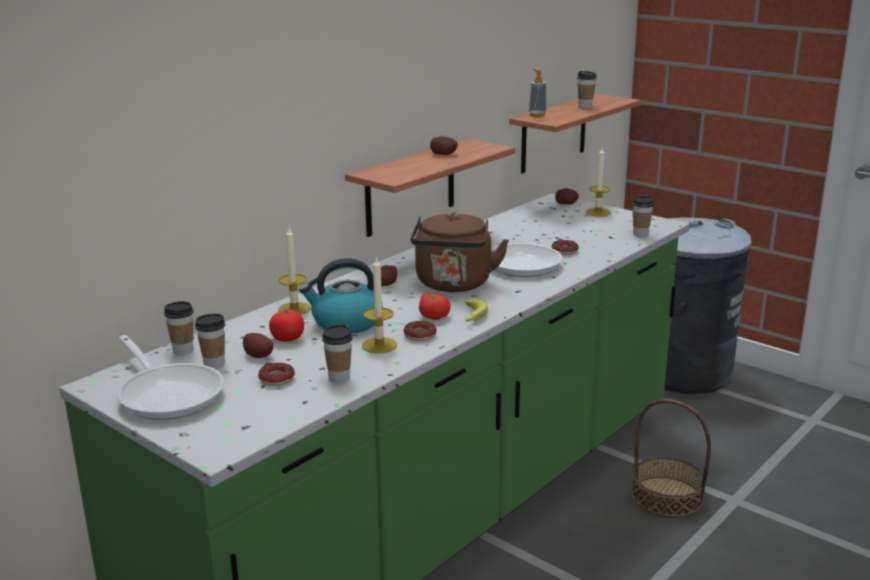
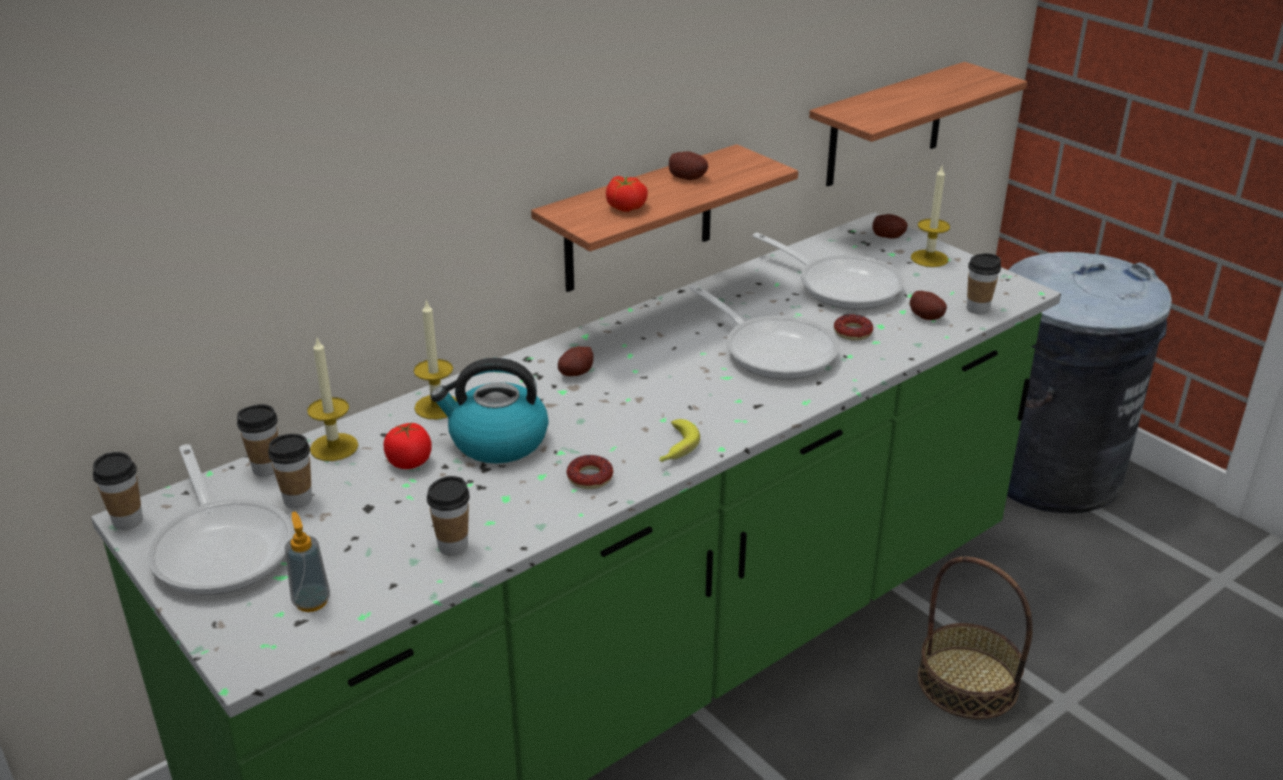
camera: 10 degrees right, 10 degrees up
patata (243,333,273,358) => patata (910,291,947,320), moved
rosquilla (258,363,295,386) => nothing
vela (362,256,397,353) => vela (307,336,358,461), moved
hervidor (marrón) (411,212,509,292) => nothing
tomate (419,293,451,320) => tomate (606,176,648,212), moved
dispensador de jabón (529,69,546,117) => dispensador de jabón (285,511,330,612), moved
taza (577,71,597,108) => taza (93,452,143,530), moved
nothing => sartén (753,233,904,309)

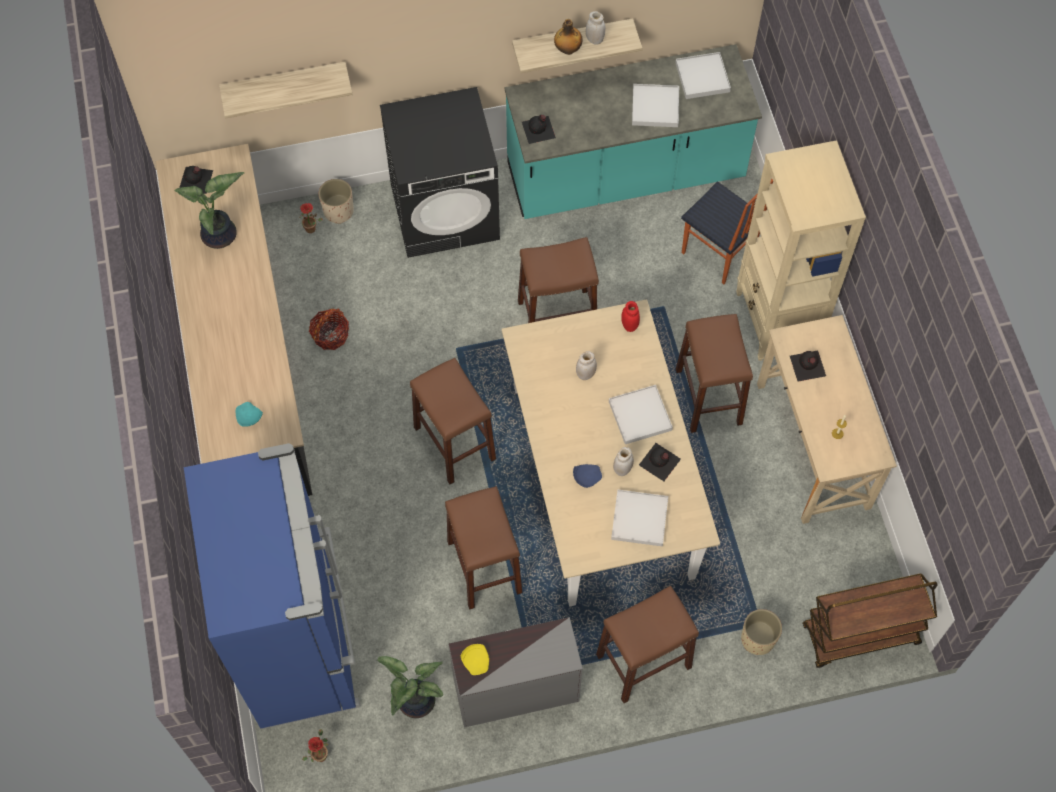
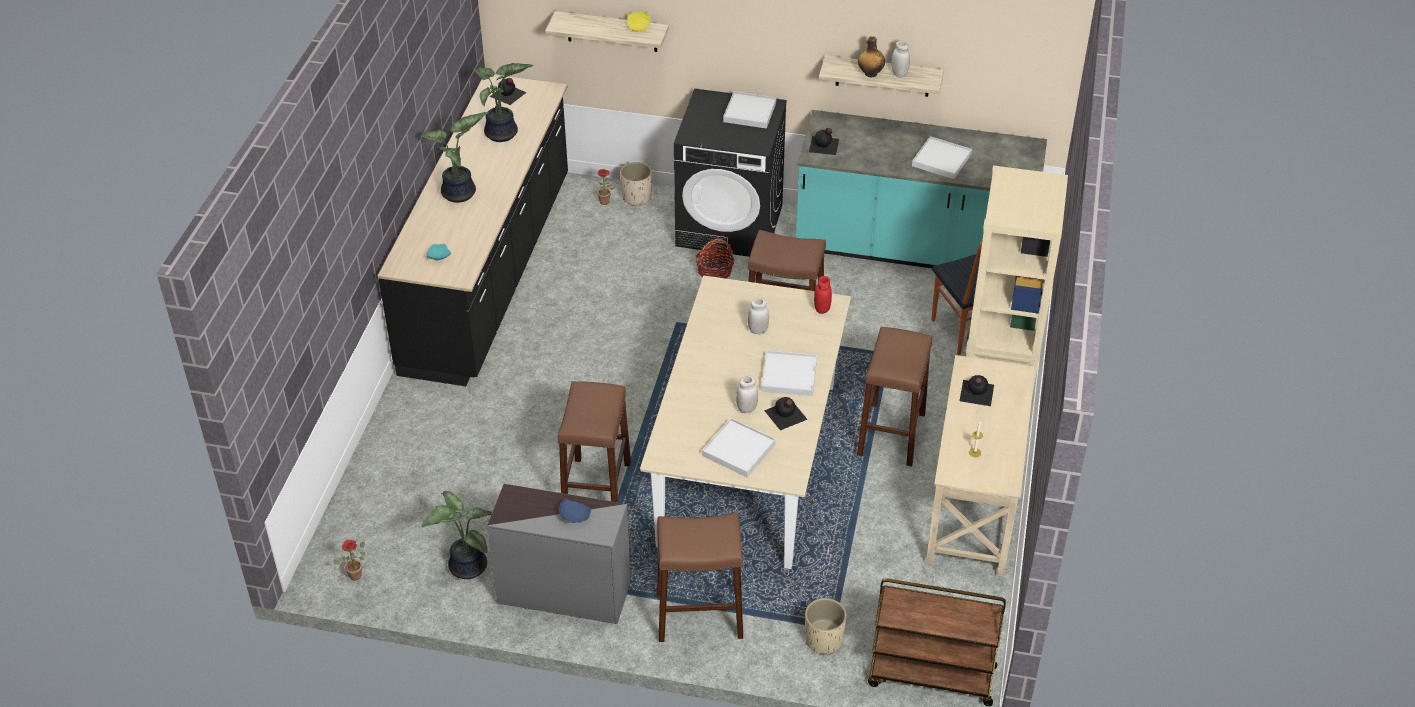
camera: 25 degrees right, 20 degrees down
nevera (azul) (184,443,361,729) => nothing
cesta (309,309,349,350) => cesta (696,238,734,279), moved
taburete (marrón) (410,358,496,484) => nothing
plato (amarillo) (461,644,489,675) => plato (amarillo) (627,12,650,32), moved
plato (azul) (573,464,602,488) => plato (azul) (559,499,591,523), moved
bandeja (blanco) (676,52,731,99) => bandeja (blanco) (723,91,776,129), moved
nothing => planta en maceta (420,112,489,203)

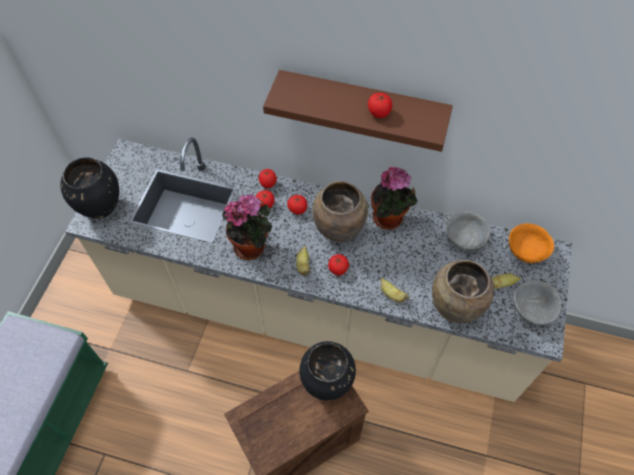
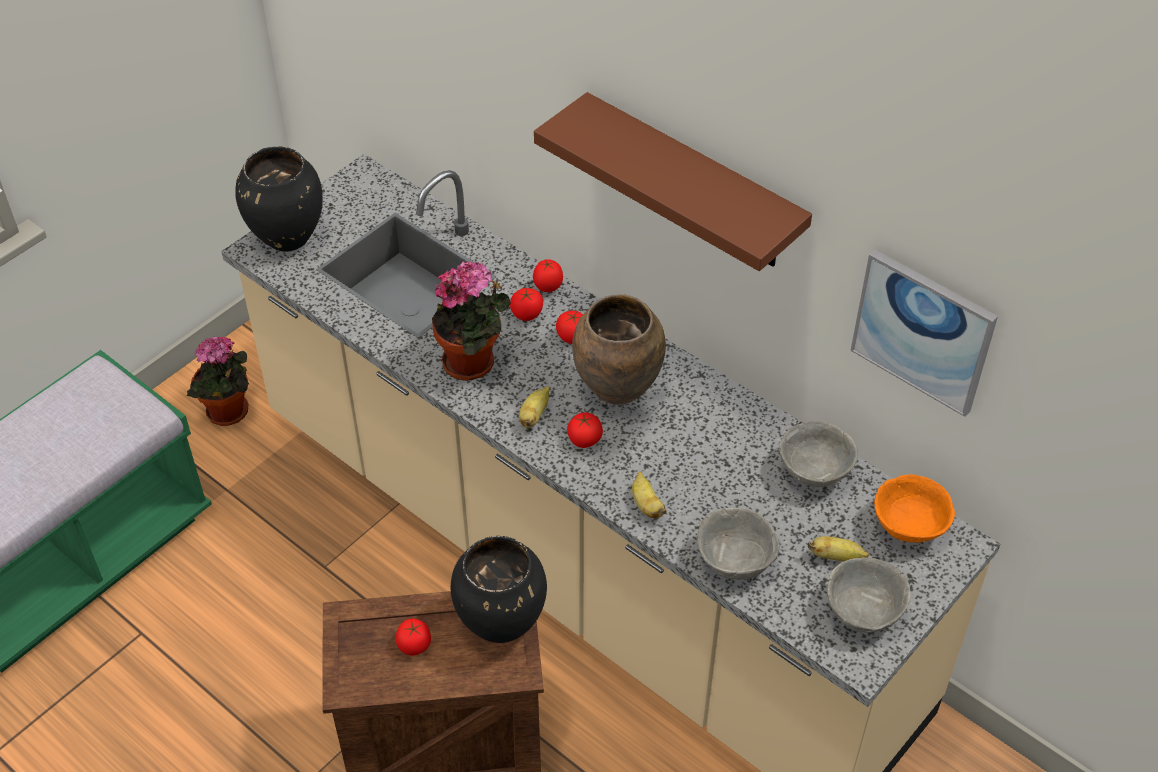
camera: 25 degrees right, 10 degrees down
tomate (368,93,392,118) => tomate (395,619,431,656), moved
planta en maceta (371,167,418,230) => planta en maceta (186,337,249,426), moved
florero (marrón) (432,260,494,323) => cuenco (gris) (697,507,780,580)
nothing => cuadro (851,249,998,417)

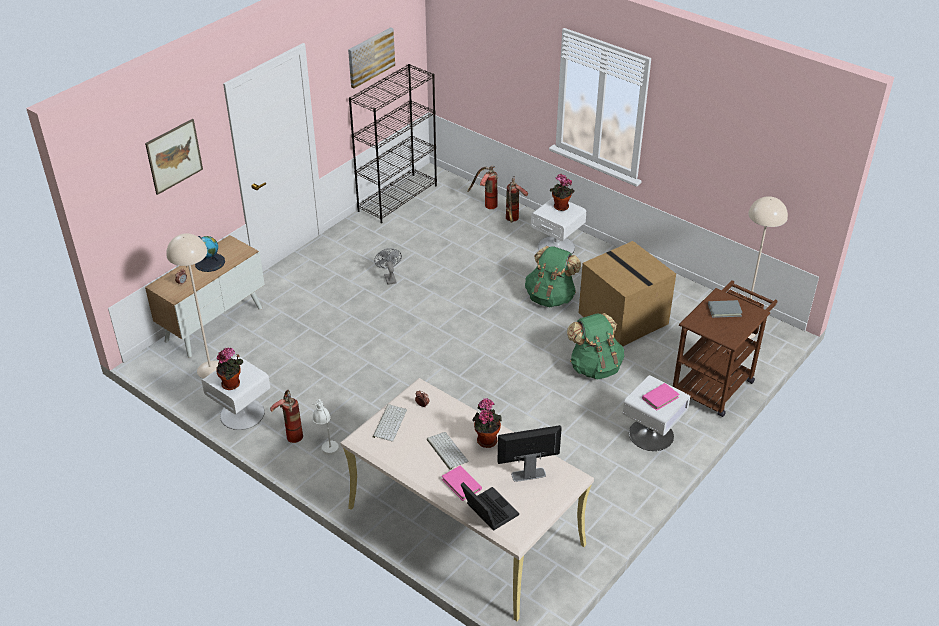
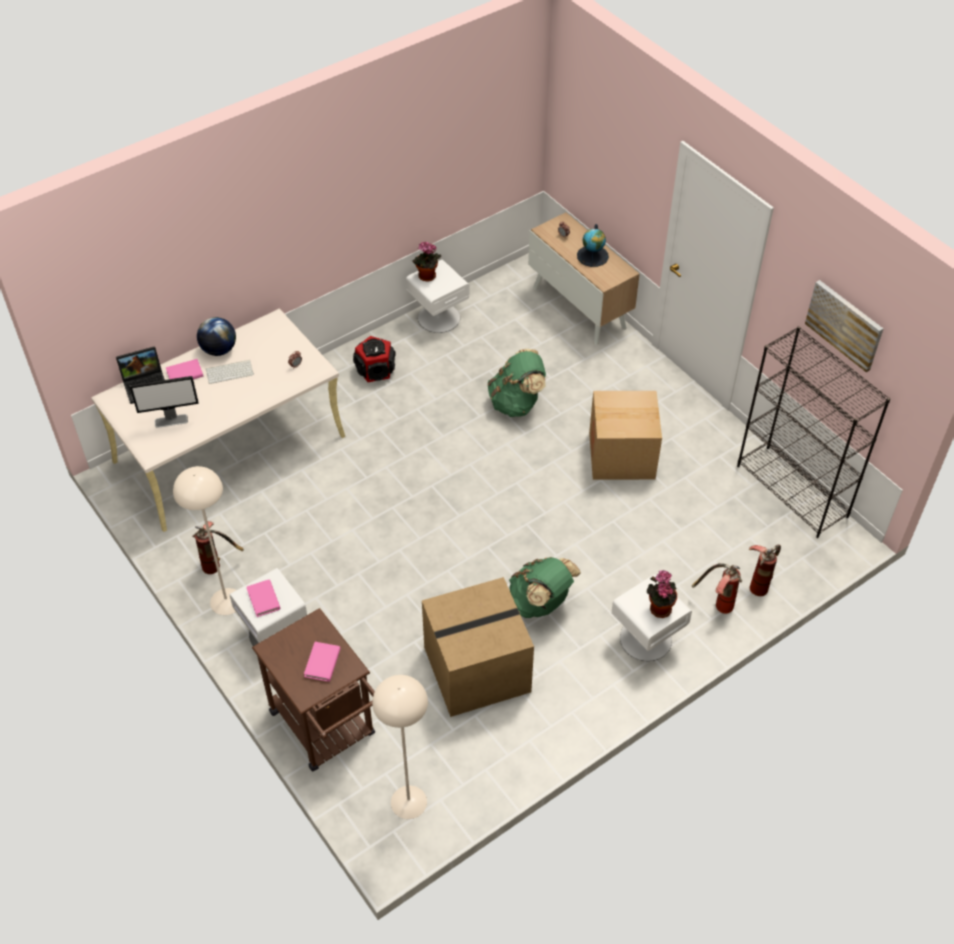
camera: 105 degrees right, 10 degrees up
cuadro (145,119,203,195) => nothing
lámpara de pie (beis) (166,233,219,379) => lámpara de pie (beis) (173,466,236,615), moved
extintor (270,390,303,443) => extintor (192,521,244,574), moved
lámpara de mesa (blanco) (312,399,340,455) => altavoz (353,336,396,382)
teclado (373,404,407,442) => nothing
ventilador (gris) (374,248,402,285) => caja de cartón (589,391,662,480)
planta en maceta (473,398,502,448) => nothing
monitor (497,425,562,482) => monitor (130,376,199,428), 75 degrees clockwise
mochila (verde) (567,313,624,379) => mochila (verde) (487,349,546,417), moved
libro (gris) (708,300,742,318) => libro (rosa) (304,642,341,682)
nothing => globo terráqueo (197,317,236,356)

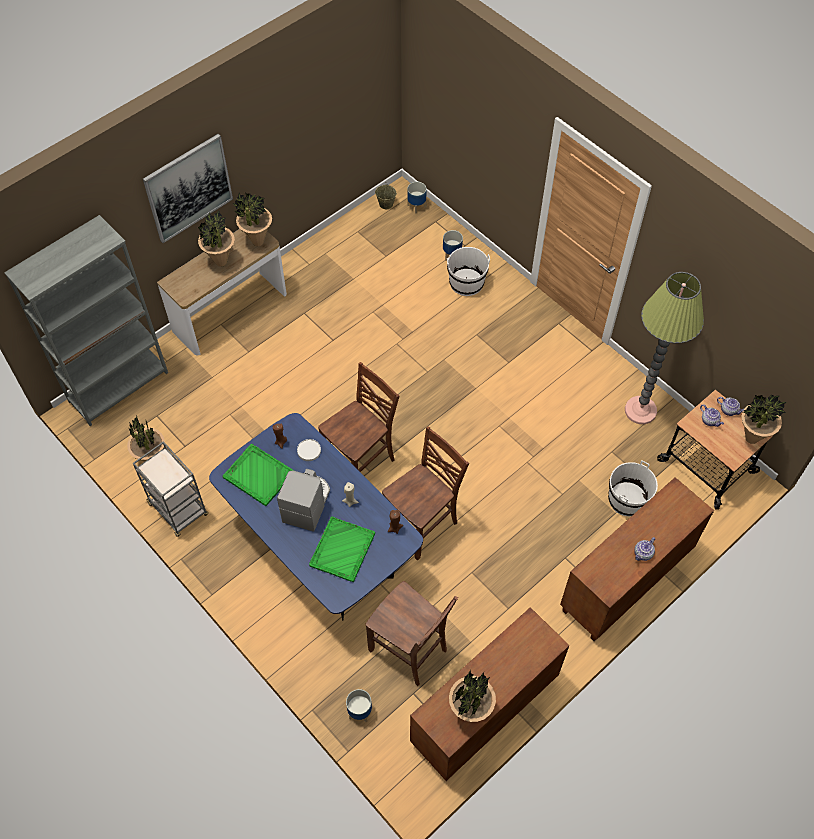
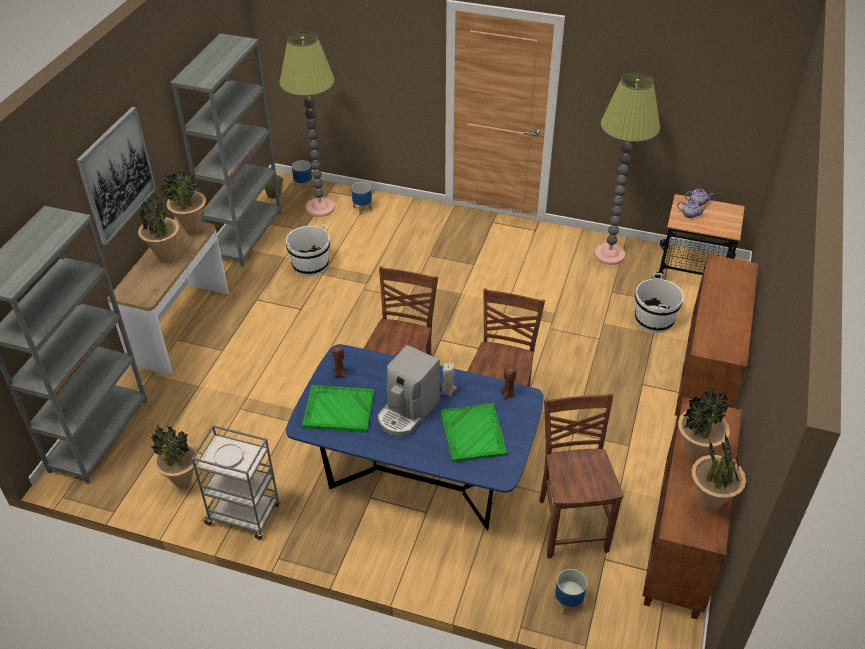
camera: 30 degrees left, 15 degrees down
cafetera (277,469,330,532) => cafetera (378,345,440,436), 135 degrees counterclockwise
plato (blanco) (297,439,321,461) => plato (blanco) (214,444,243,469), moved
silla (marrón) (366,581,458,686) => silla (marrón) (539,393,624,559), 105 degrees counterclockwise
cubo (blanco) (447,247,490,296) => cubo (blanco) (286,224,330,276), moved
tetera (634,537,655,561) => nothing
planta en maceta (742,395,786,444) => planta en maceta (678,389,730,463), moved
nothing => estantería (gris) (171,33,282,267)
nothing => lámpara de pie (279,31,335,217)

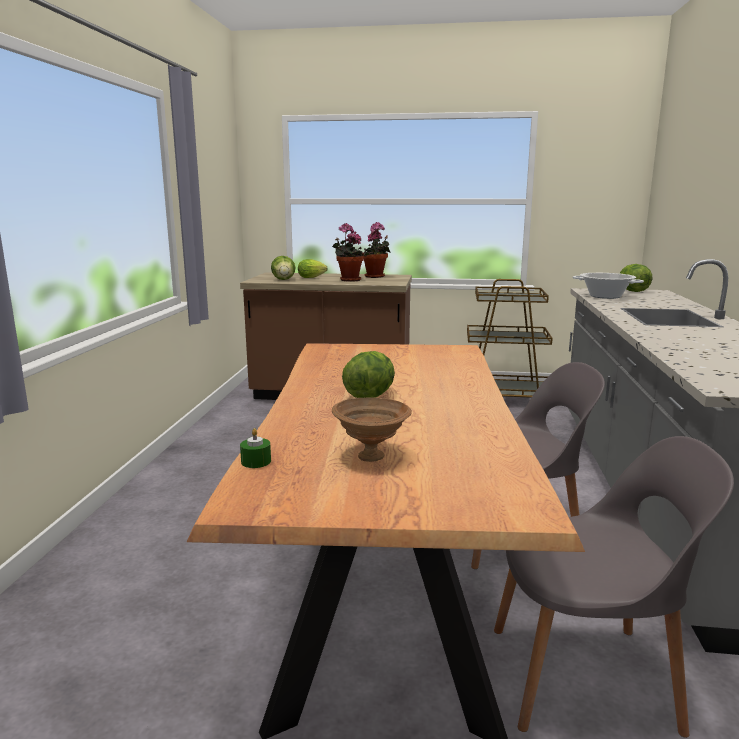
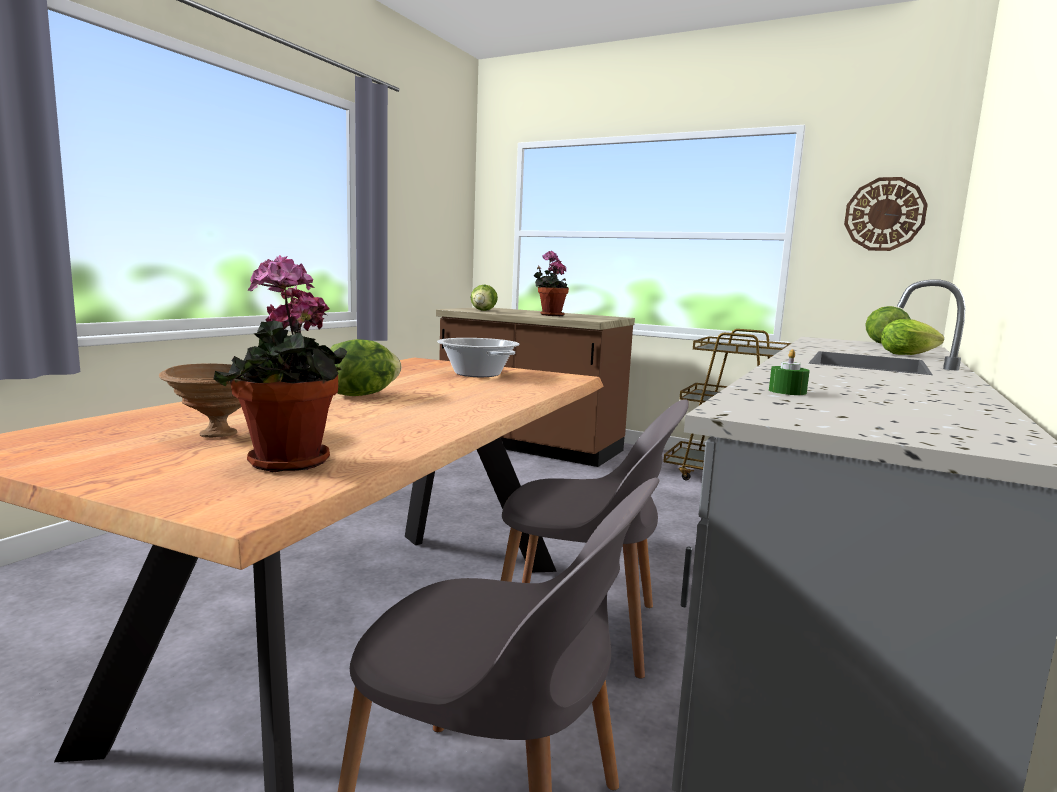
camera: 20 degrees right, 5 degrees down
vela (verde) (240,428,271,468) => vela (verde) (769,349,810,395), moved
lechuga (298,259,328,278) => lechuga (881,319,944,355), moved
planta en maceta (362,222,391,278) => planta en maceta (214,255,347,472), moved
olla (572,273,644,299) => olla (437,338,519,377), moved
nothing => reloj de pared (844,177,928,251)

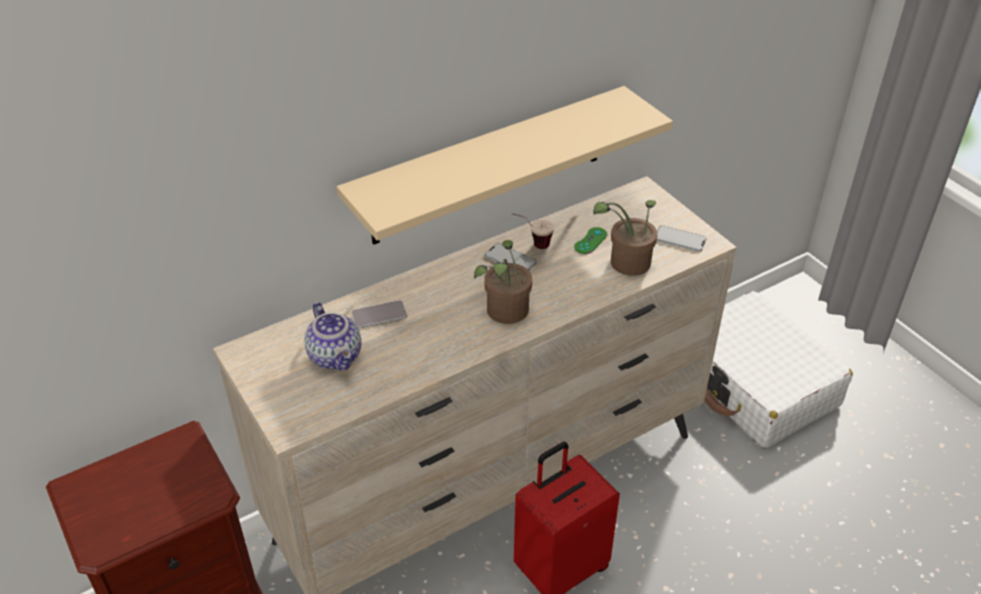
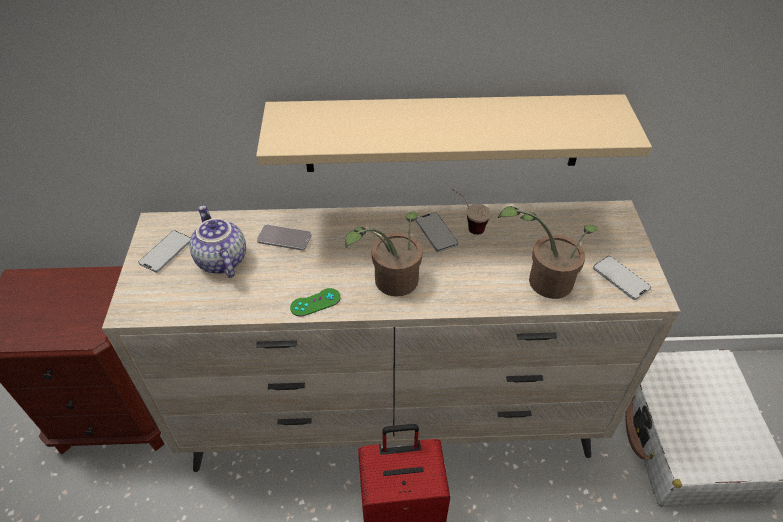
camera: 30 degrees right, 5 degrees up
tetera (304,302,361,371) => tetera (189,205,246,278), 150 degrees clockwise
mando de consola (verde) (574,227,607,254) => mando de consola (verde) (290,288,341,317), moved
nothing => móvil (138,230,191,273)

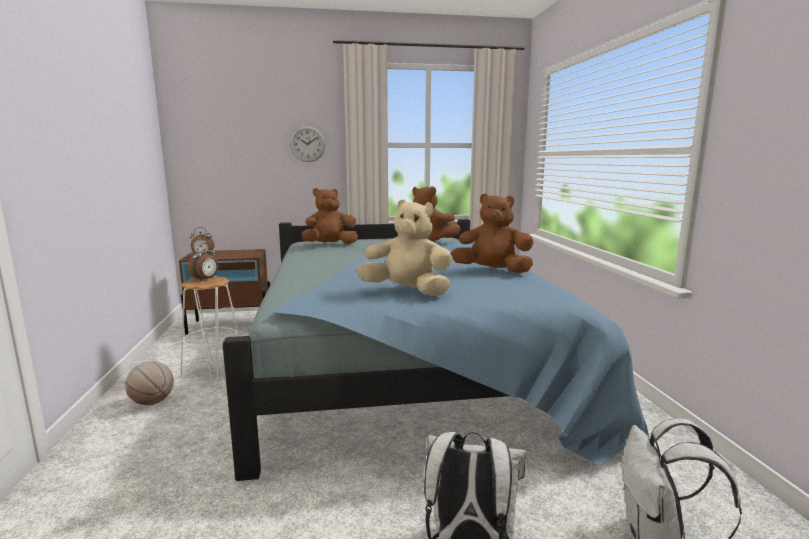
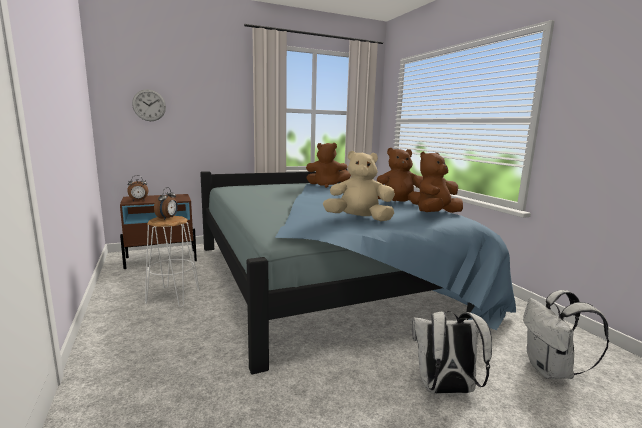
camera: 15 degrees left, 0 degrees up
balón de baloncesto (125,361,174,405) => nothing
reloj de pared (290,126,326,162) => reloj de pared (132,89,166,121), moved
peluche (marrón) (301,188,358,244) => peluche (marrón) (418,152,463,213), moved

